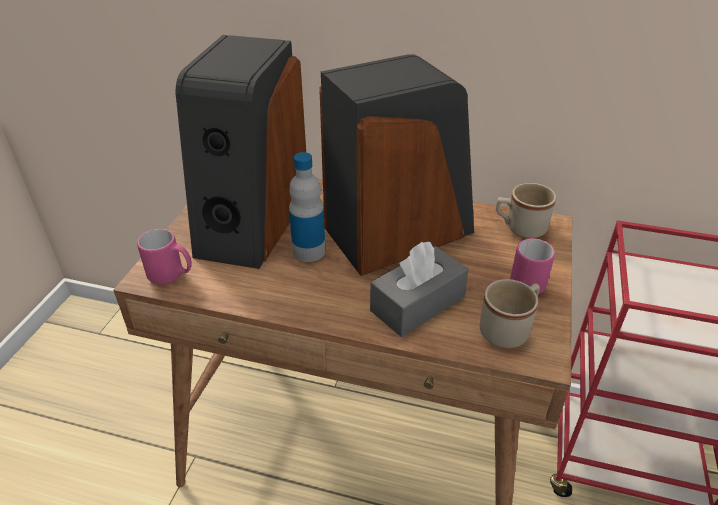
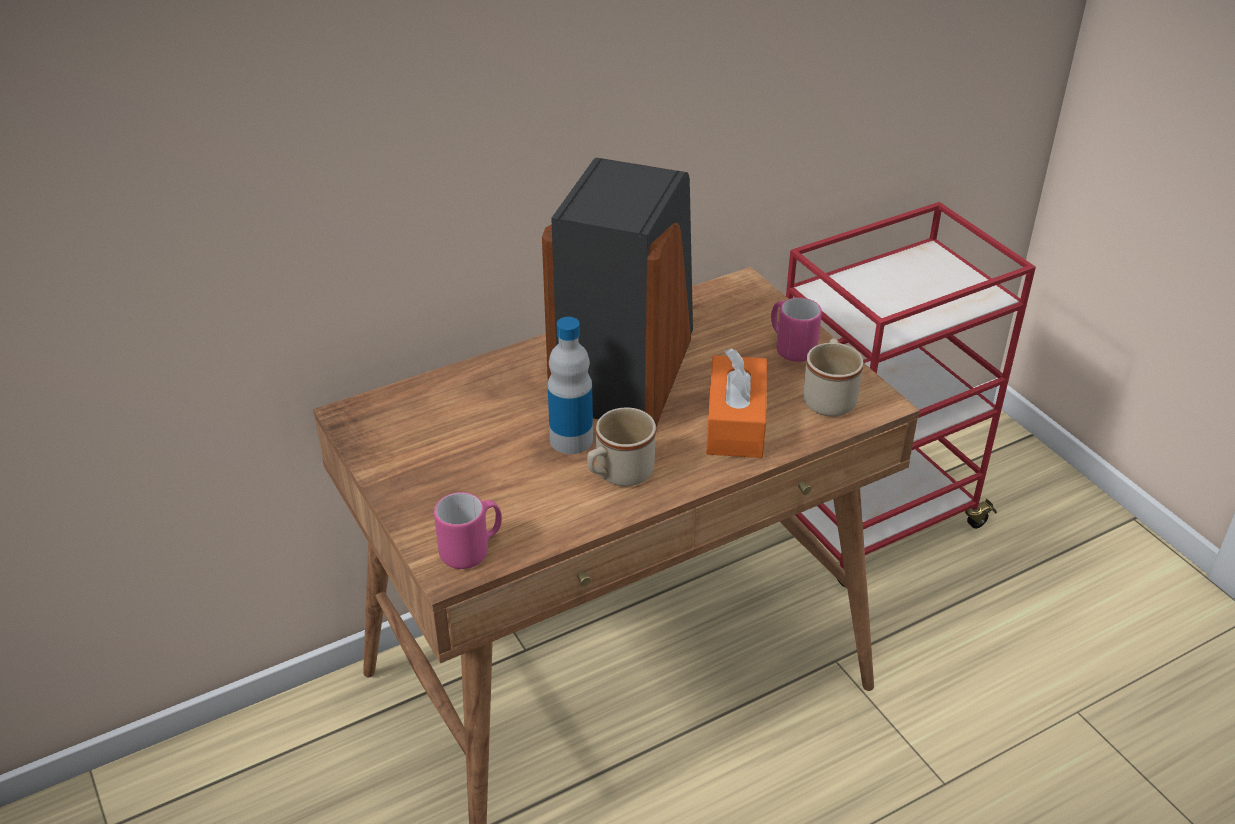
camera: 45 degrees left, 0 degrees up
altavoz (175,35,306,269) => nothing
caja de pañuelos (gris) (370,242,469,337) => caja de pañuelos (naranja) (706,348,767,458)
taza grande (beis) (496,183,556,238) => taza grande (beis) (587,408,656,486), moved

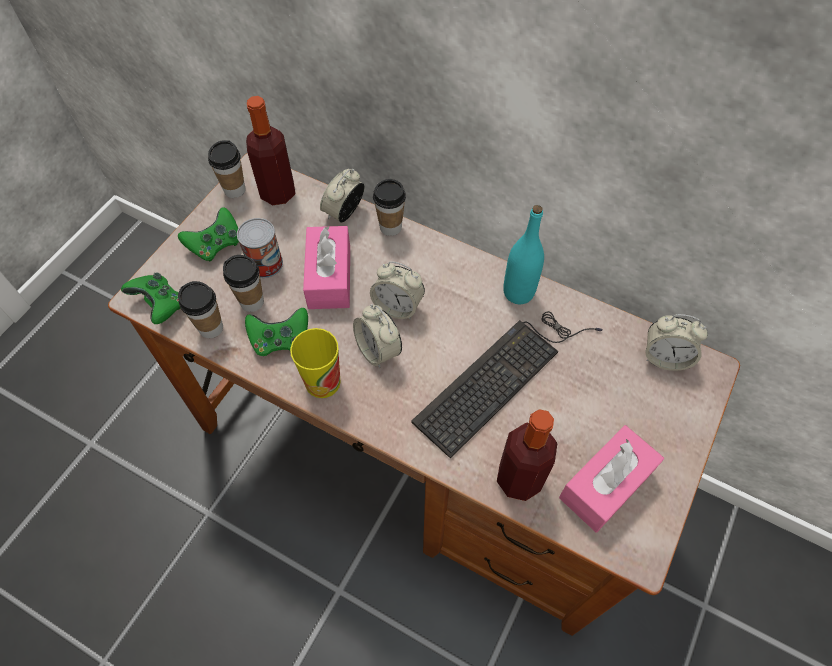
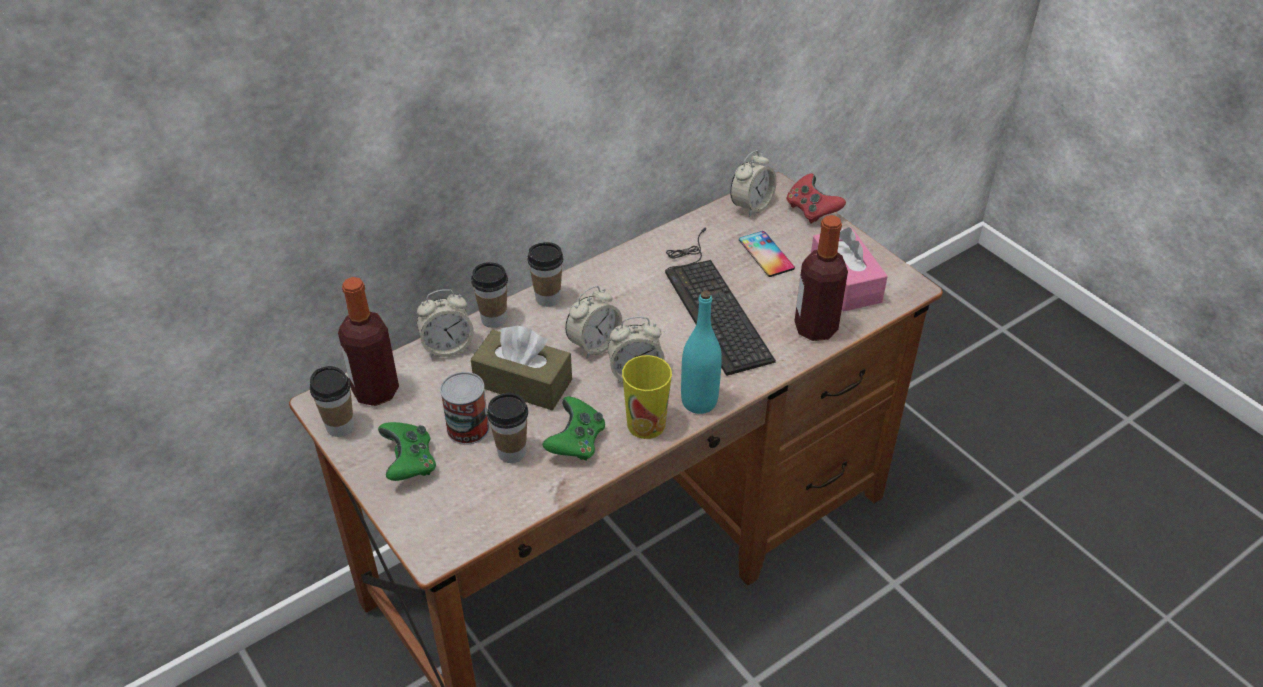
camera: 65 degrees left, 15 degrees down
mando de consola (verde) (121,272,180,324) => nothing
taza (178,281,223,338) => taza (527,242,563,307), moved
caja de pañuelos (rosa) (303,226,350,309) => caja de pañuelos (marrón) (471,326,572,410)
despertador (320,169,365,222) => despertador (417,289,474,358), 75 degrees counterclockwise
botella (turquesa) (503,205,544,304) => botella (turquesa) (681,290,722,414), moved
nothing => móvil (739,231,795,277)
nothing => mando de consola (rojo) (786,174,846,224)

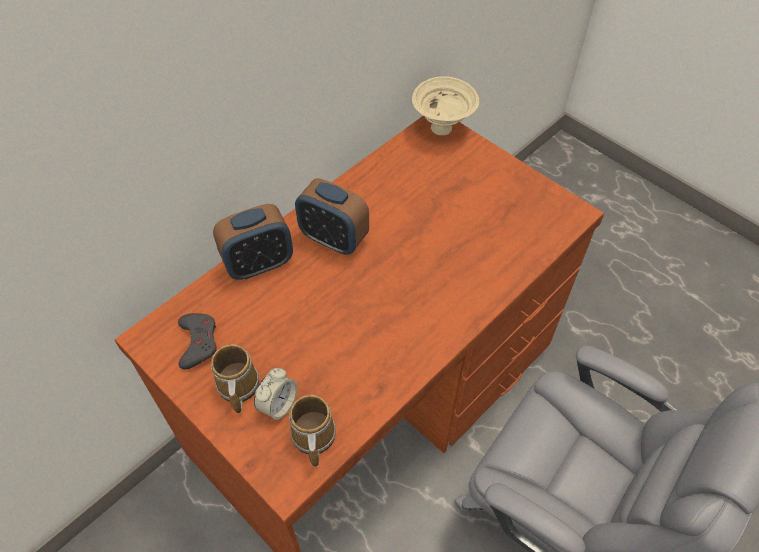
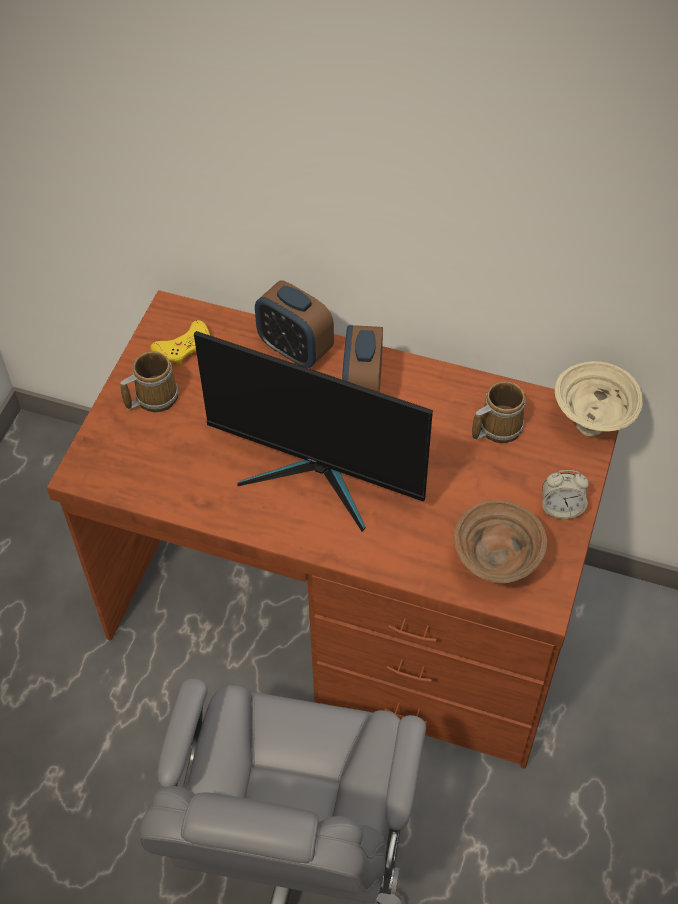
camera: 65 degrees right, 0 degrees up
mando de consola (gris) (178,313,217,370) => mando de consola (amarillo) (150,320,210,366)
despertador (254,368,298,421) => despertador (542,470,589,519), moved
taza grande (289,395,336,467) => taza grande (472,381,526,443), moved
nothing => monitor (194,331,433,532)
nothing => cuenco (marrón) (454,500,547,583)

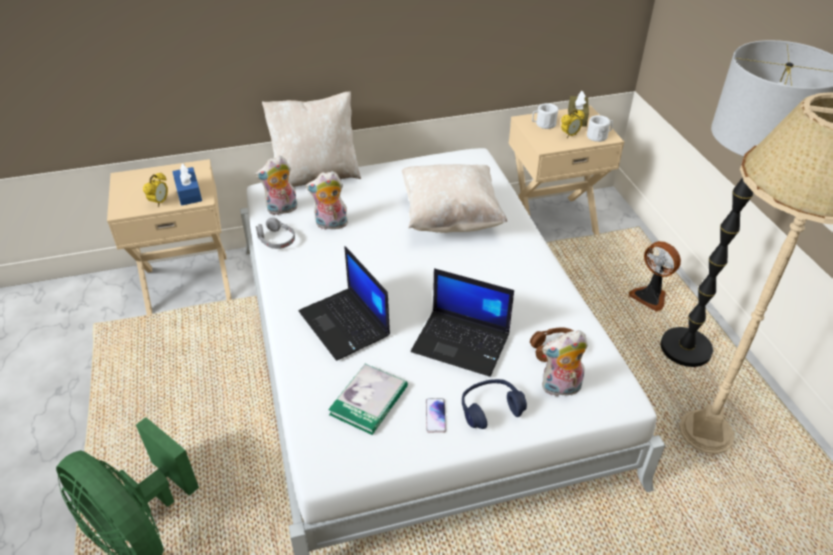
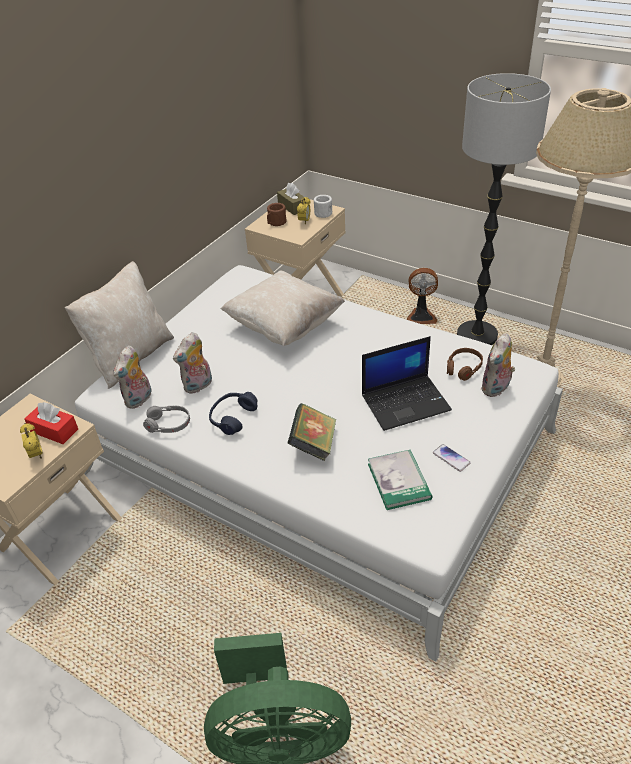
camera: 40 degrees left, 0 degrees up
caja de pañuelos (azul) (172,164,202,206) => caja de pañuelos (rojo) (24,402,78,444)
portátil (299,246,390,361) => libro (288,403,336,461)
auriculares (azul) (462,379,527,429) => auriculares (azul) (209,392,258,435), moved
taza grande (blanco) (532,103,558,129) => taza grande (marrón) (267,203,287,226)

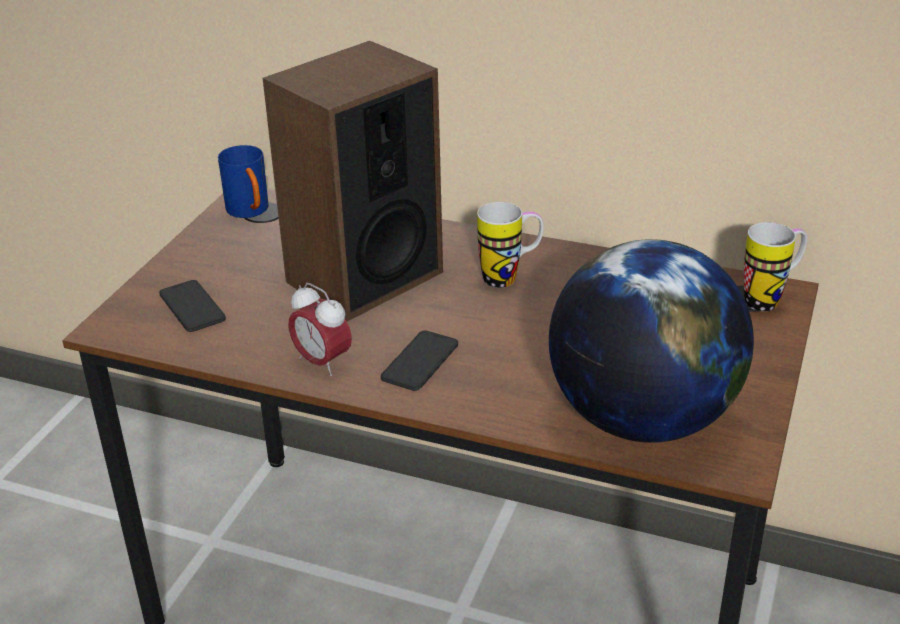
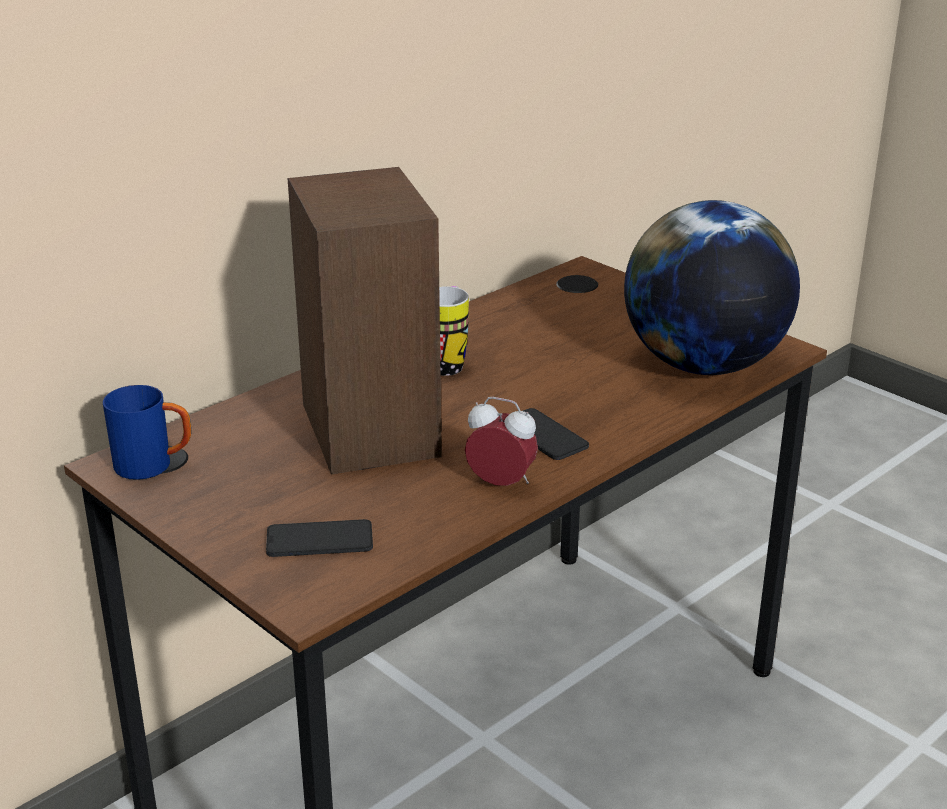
camera: 65 degrees left, 5 degrees down
despertador (288,283,352,376) => despertador (465,397,538,486), 135 degrees counterclockwise
taza grande (743,222,807,311) => nothing

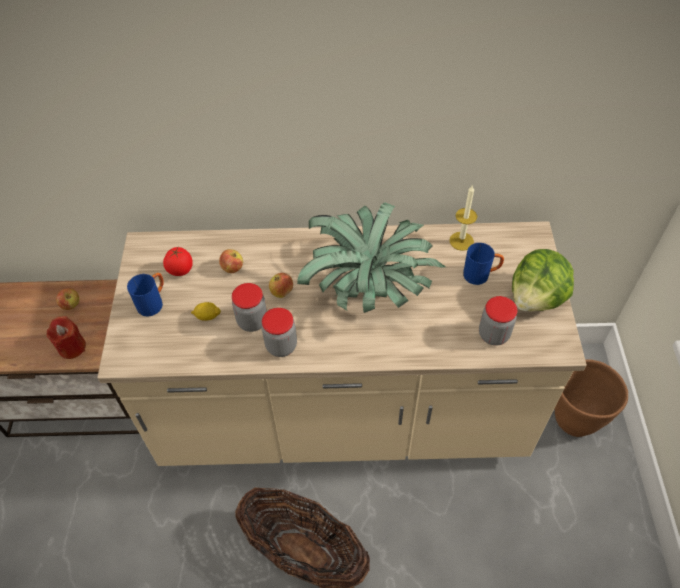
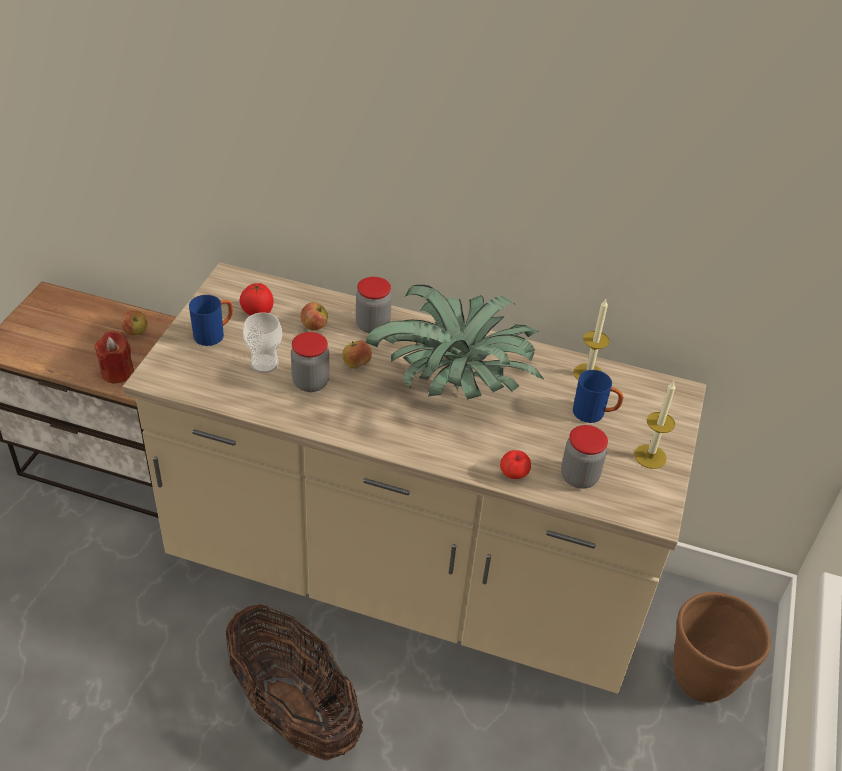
camera: 15 degrees right, 10 degrees down
limón (191,302,221,321) => taza (243,312,282,373)
tarro (262,308,297,357) => tarro (356,277,392,333), moved
lechuga (512,249,574,312) => vela (634,381,676,469)
nothing => manzana (500,450,531,479)

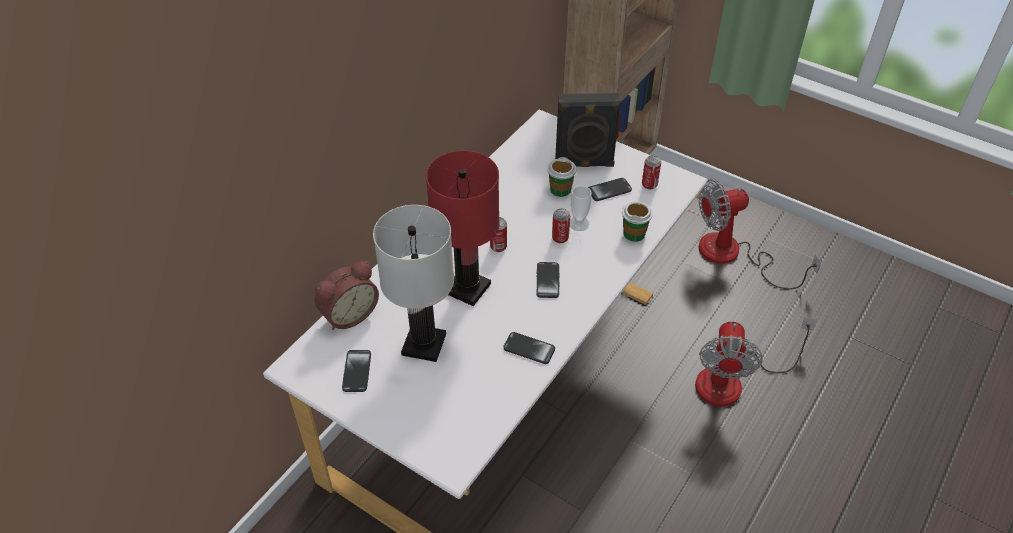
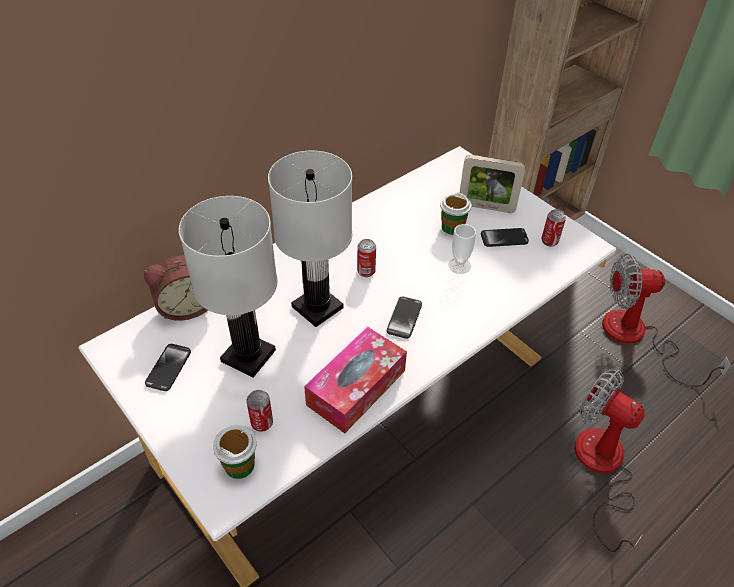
camera: 15 degrees right, 0 degrees up
lámpara de mesa (rojo) (426,150,500,306) => lámpara de mesa (blanco) (268,151,353,327)
móvil (504,332,555,364) => caja de pañuelos (304,327,407,433)
lata (552,208,570,243) => lata (246,390,273,432), moved
altavoz (negro) (555,93,621,167) => portarretratos (460,155,525,213)
taza (622,201,653,242) => taza (213,425,257,479), moved
ventilador (695,317,817,407) => ventilador (574,369,645,554), 105 degrees clockwise

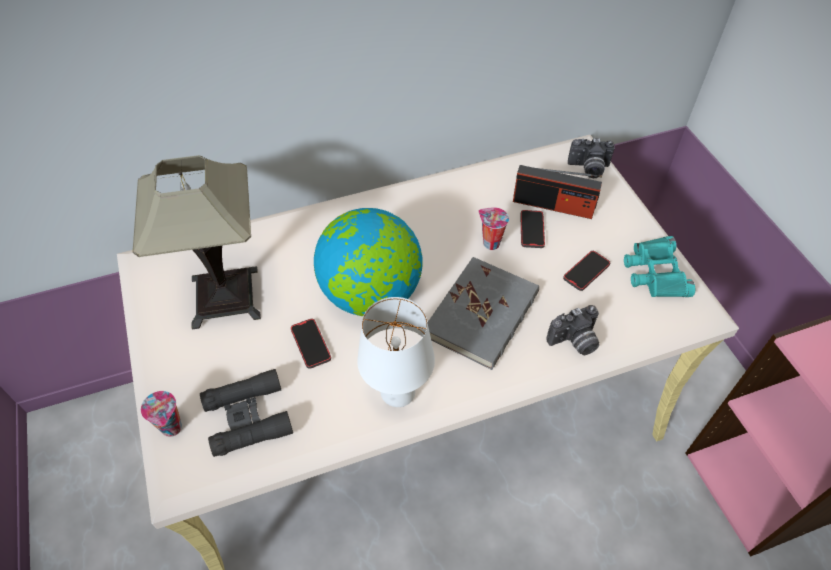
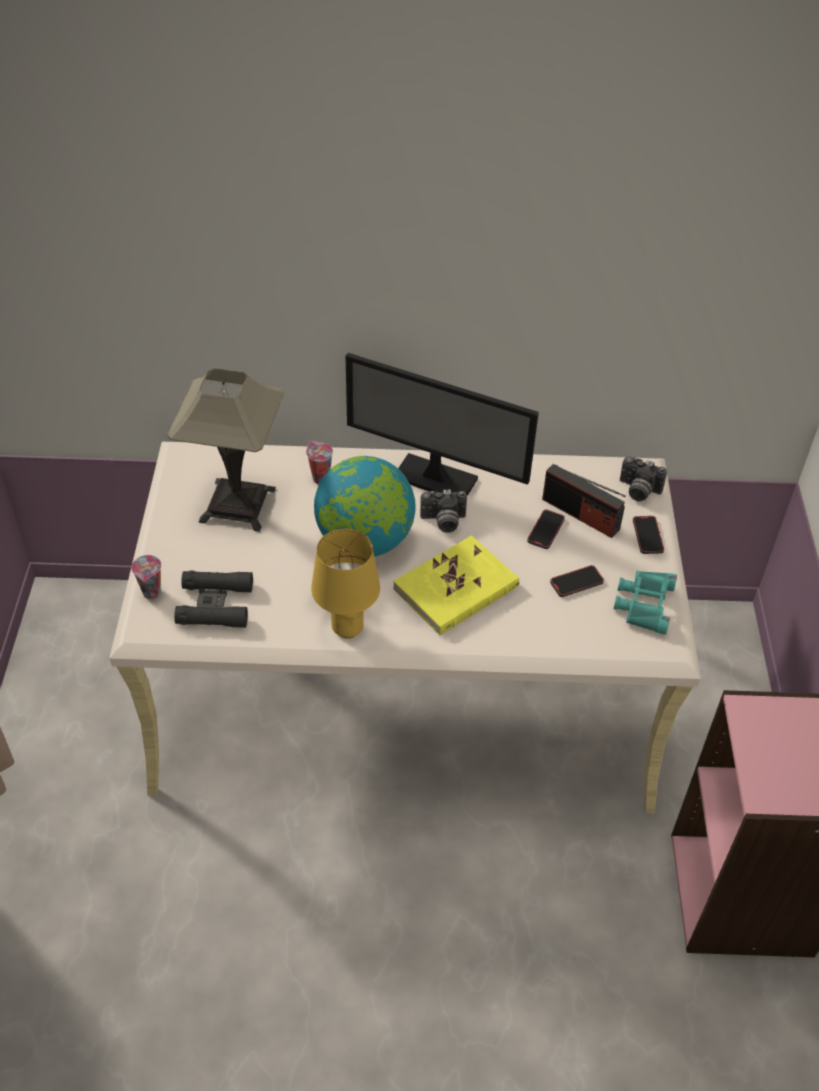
camera: 20 degrees right, 5 degrees down
móvil (291,318,331,369) => móvil (633,516,664,554), moved
lámpara de mesa (blanco) (357,297,435,407) => lámpara de mesa (amarillo) (311,529,380,638)
libro (gris) (427,257,539,370) => libro (amarillo) (393,535,519,635)
taza (478,207,509,250) => taza (306,441,333,484), moved
cámara (547,305,599,355) => cámara (420,489,467,533), moved
nothing => monitor (346,353,539,495)

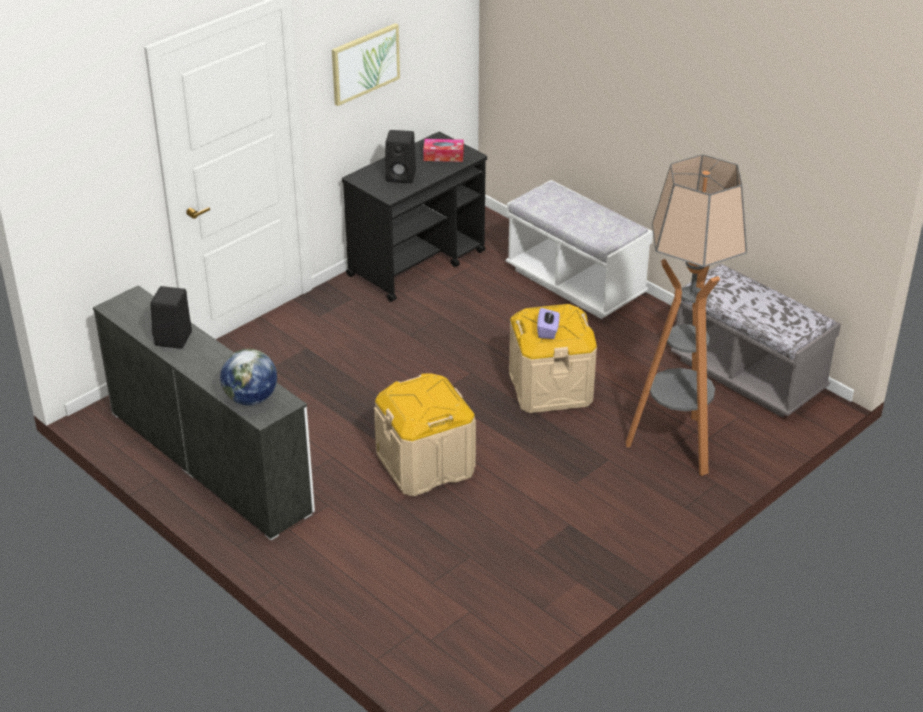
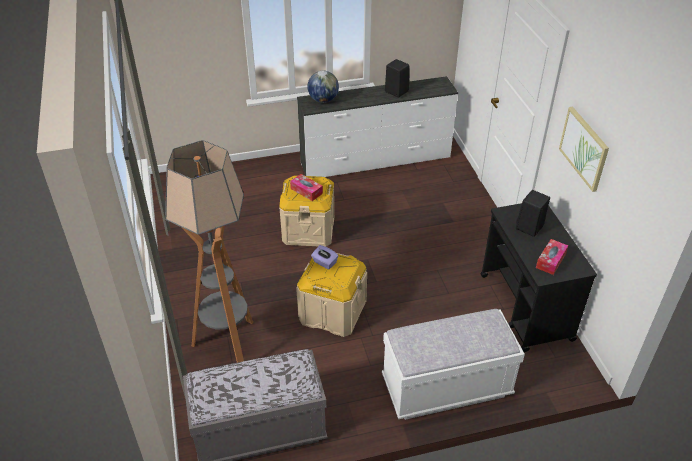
camera: 120 degrees right, 5 degrees up
nothing => caja de pañuelos (290,174,323,201)

